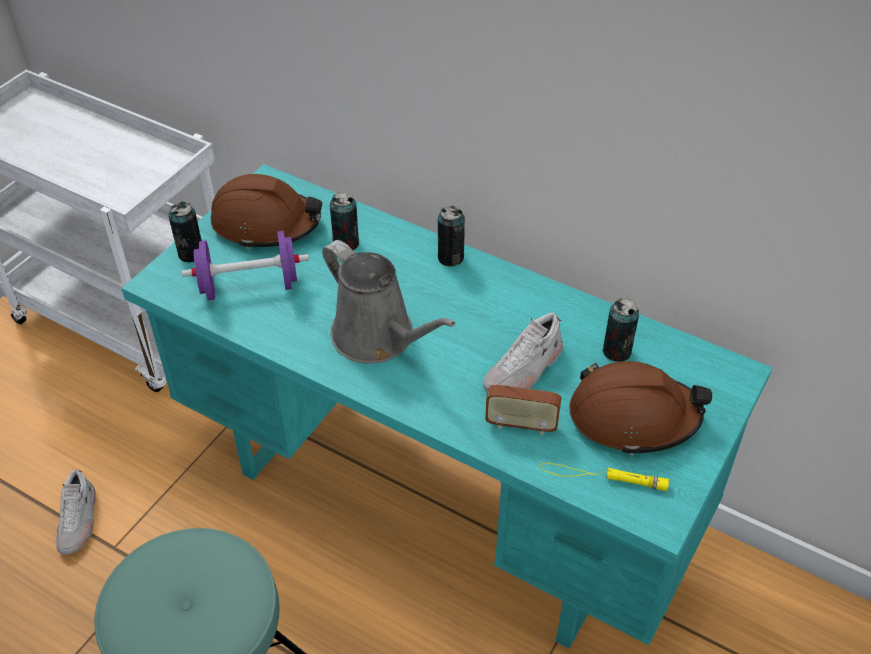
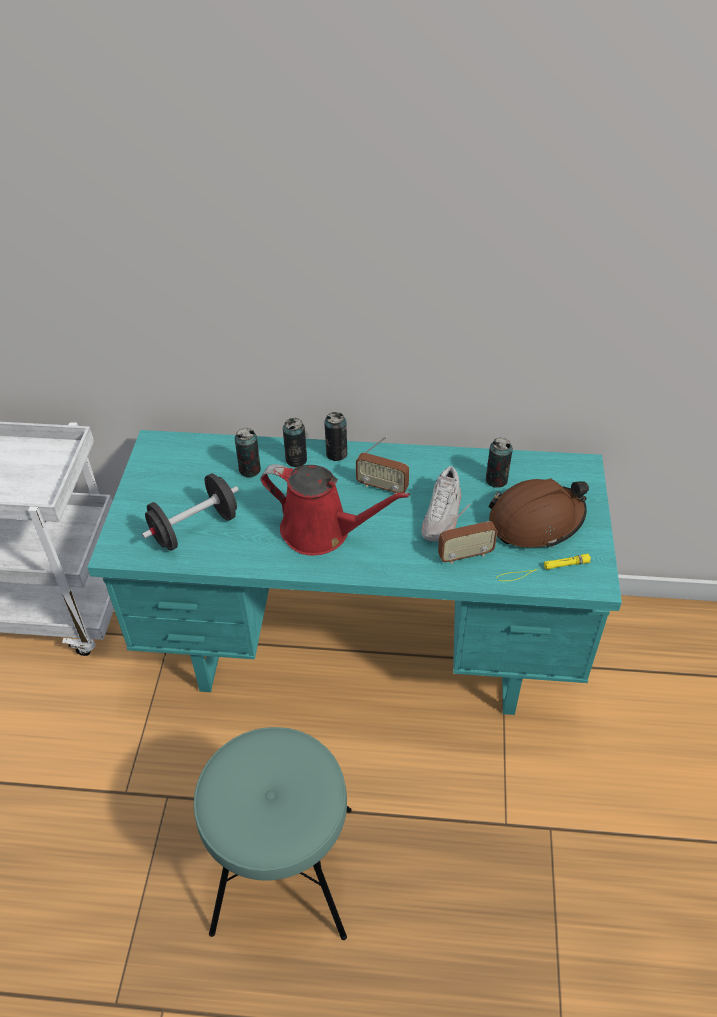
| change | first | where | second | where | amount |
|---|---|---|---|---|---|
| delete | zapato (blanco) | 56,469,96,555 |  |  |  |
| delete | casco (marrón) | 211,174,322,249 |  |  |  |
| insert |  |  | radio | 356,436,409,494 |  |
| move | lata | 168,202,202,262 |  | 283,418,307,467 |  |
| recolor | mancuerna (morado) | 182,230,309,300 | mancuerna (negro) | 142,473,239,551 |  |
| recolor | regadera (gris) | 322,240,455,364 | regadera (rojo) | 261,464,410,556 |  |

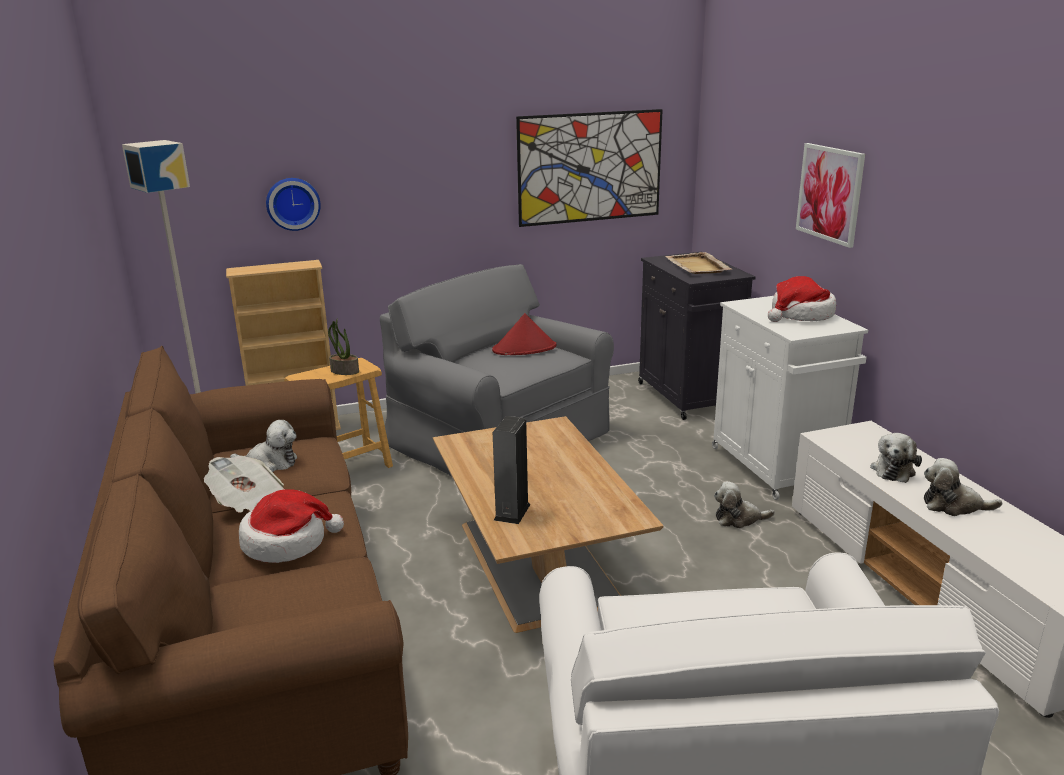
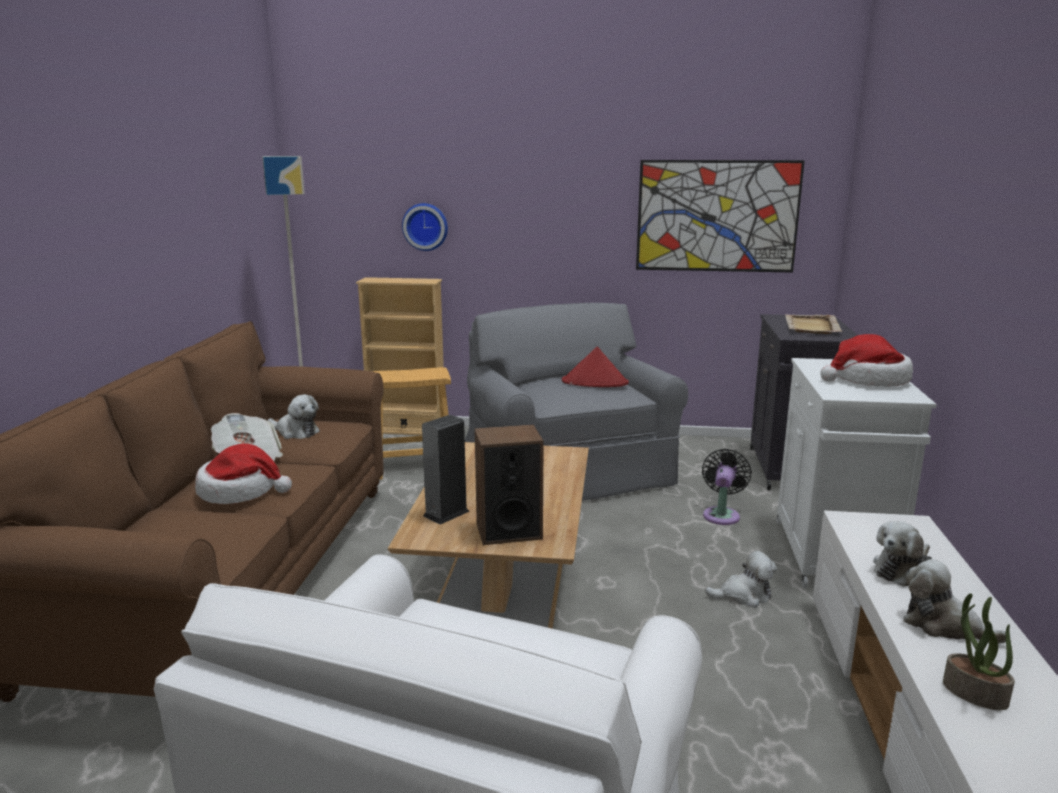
| change | first | where | second | where | amount |
|---|---|---|---|---|---|
| delete | cuadro | 796,143,865,248 |  |  |  |
| insert |  |  | altavoz | 474,424,544,545 |  |
| insert |  |  | ventilador (negro) | 702,449,752,525 |  |
| move | planta en maceta | 328,318,359,375 |  | 943,594,1015,710 |  |
| rotate | peluche | 714,481,775,528 |  | 705,551,777,607 | 150 degrees clockwise |

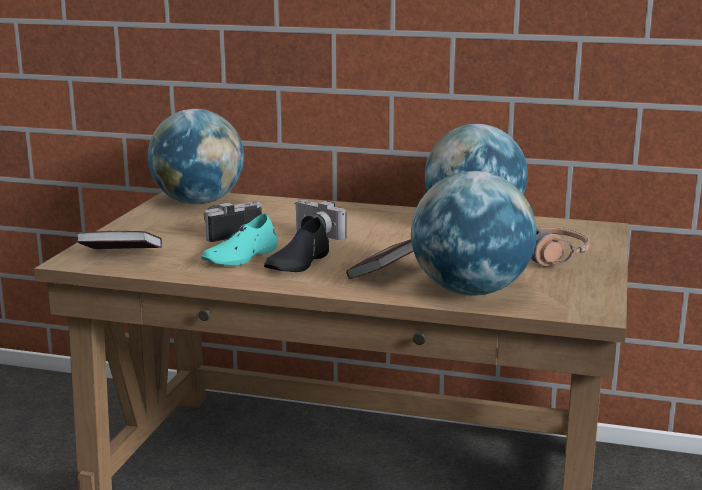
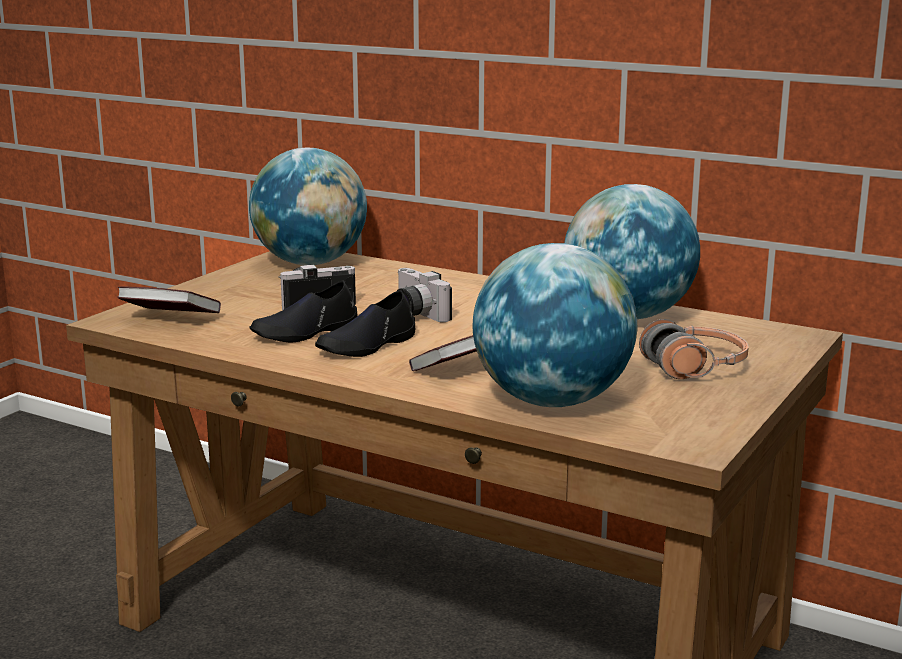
| change | first | where | second | where | amount |
|---|---|---|---|---|---|
| recolor | zapato (turquesa) | 201,213,277,266 | zapato (negro) | 249,281,358,342 |  |

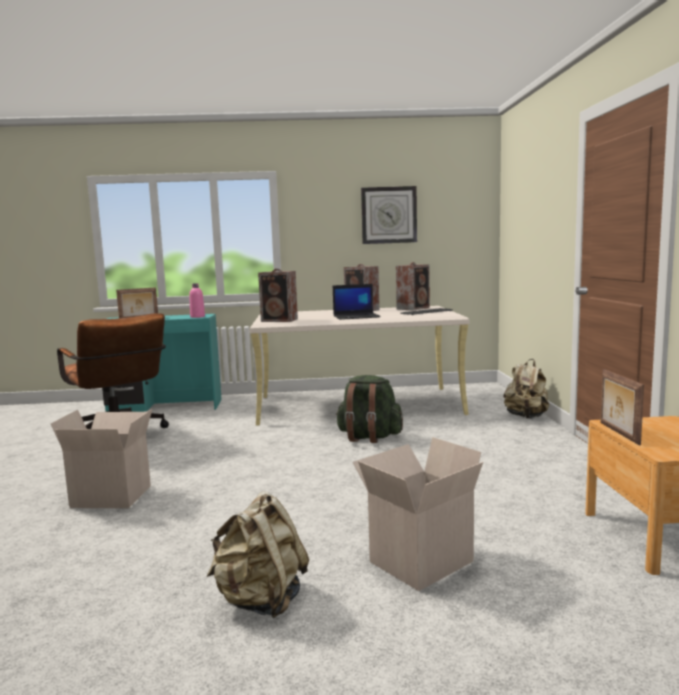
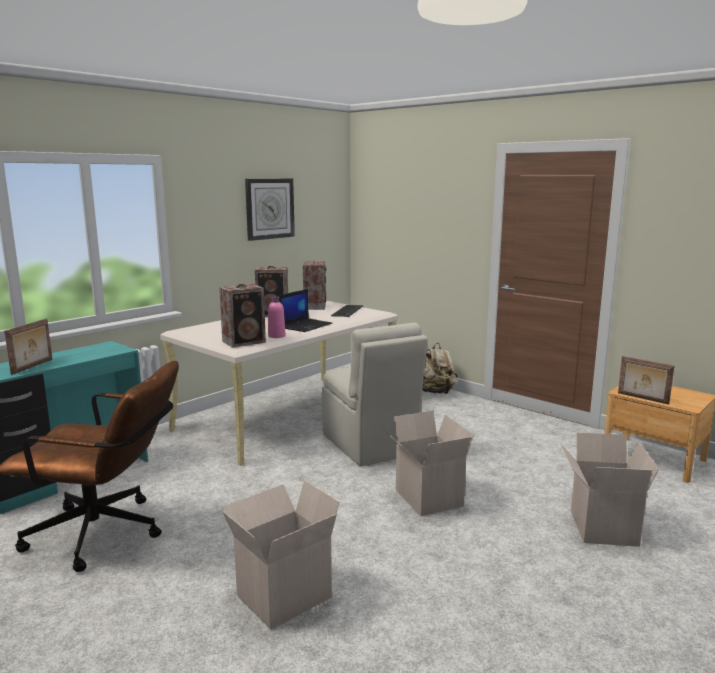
| change | first | where | second | where | amount |
|---|---|---|---|---|---|
| delete | mochila (beis) | 207,491,309,619 |  |  |  |
| insert |  |  | caja de cartón | 383,411,474,516 |  |
| move | botella (rosa) | 189,283,205,318 |  | 268,296,285,338 |  |
| replace | mochila (verde) | 336,375,403,443 | silla (beis) | 322,322,428,467 |  |

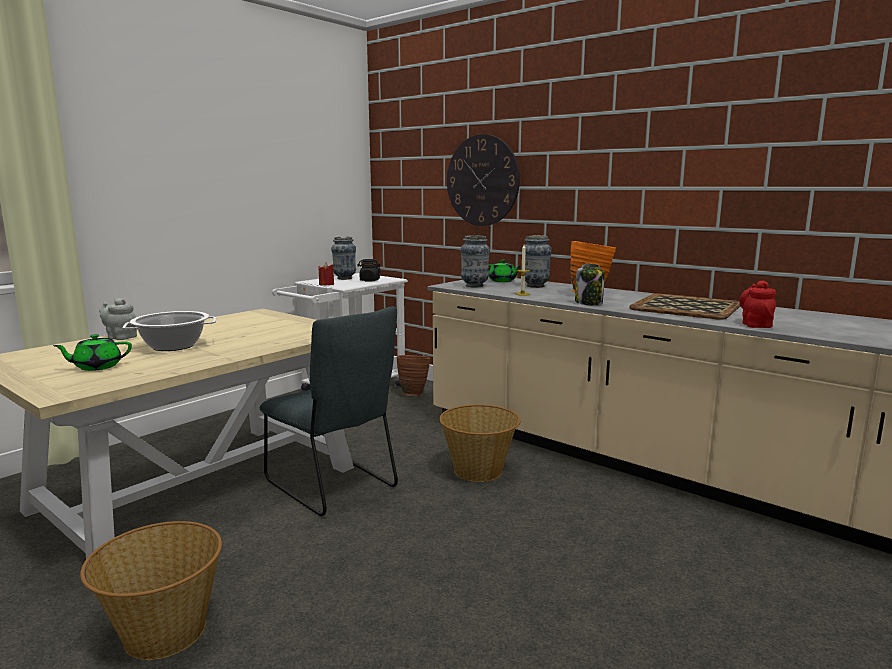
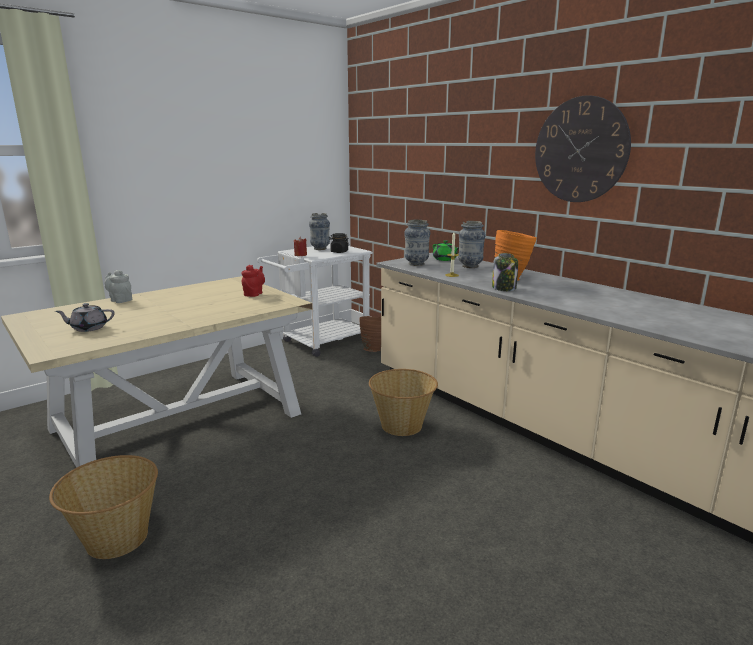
| change | first | where | second | where | amount |
|---|---|---|---|---|---|
| delete | olla | 122,311,216,351 |  |  |  |
| delete | silla (gris) | 260,306,398,516 |  |  |  |
| delete | bandeja | 629,294,740,320 |  |  |  |
| move | reloj de pared | 447,134,520,226 |  | 535,95,631,202 |  |
| move | tetera (rojo) | 739,280,776,328 |  | 241,265,265,297 |  |
| recolor | tetera (verde) | 53,334,132,371 | tetera (gris) | 55,303,115,332 |  |

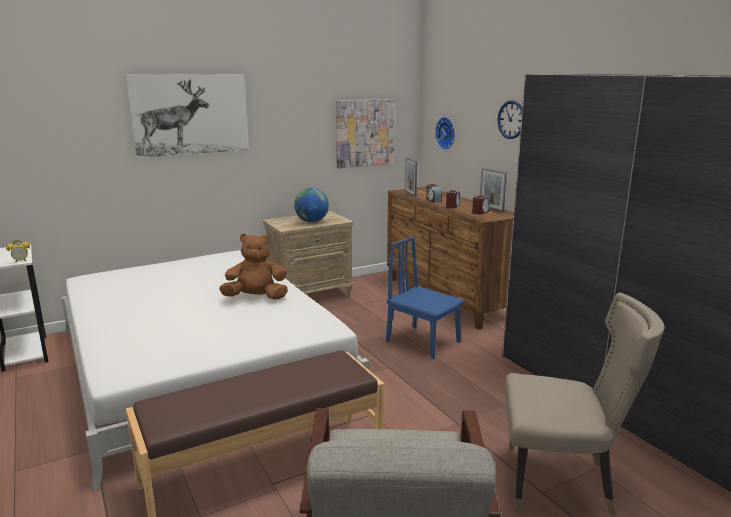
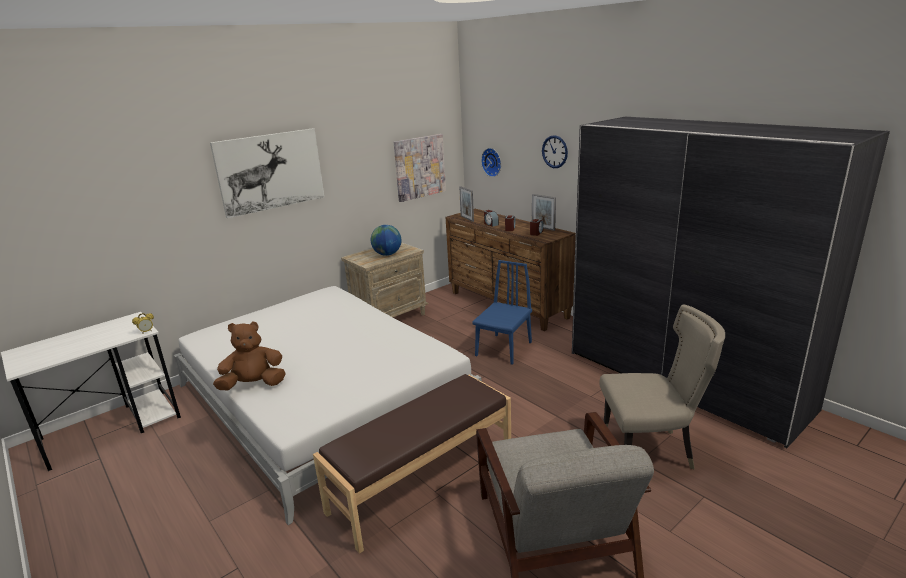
| change | first | where | second | where | amount |
|---|---|---|---|---|---|
| move | peluche (marrón) | 219,233,288,300 |  | 213,321,286,390 |  |
| rotate | silla (azul) | 386,237,464,359 |  | 472,260,532,365 | 90 degrees clockwise |

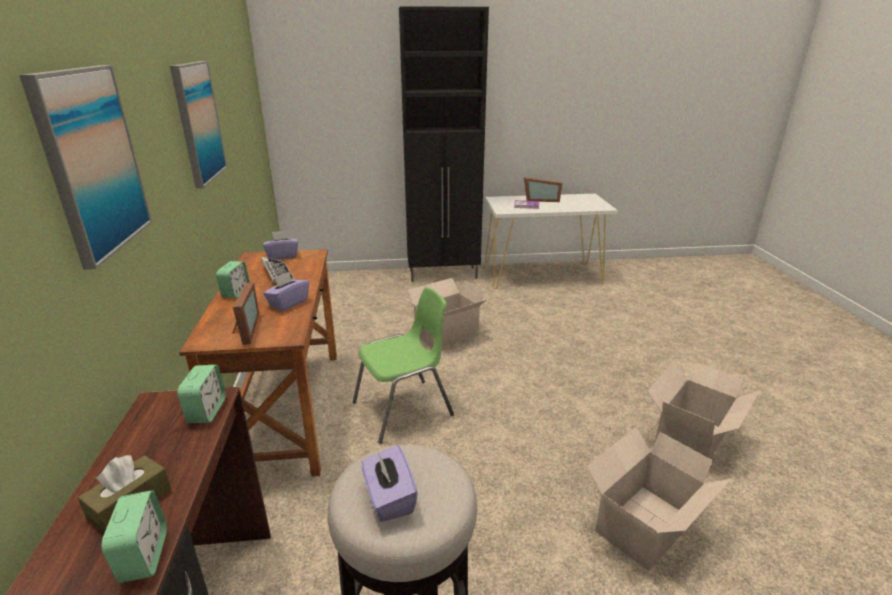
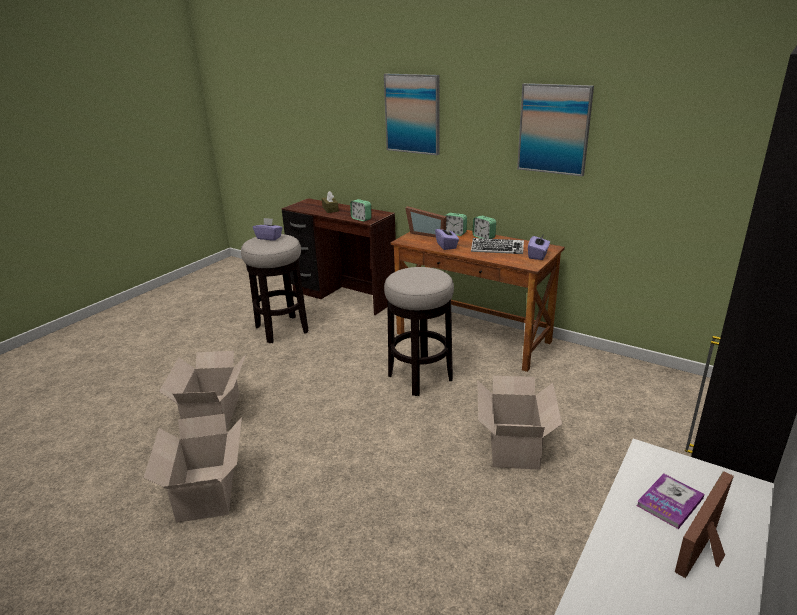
| change | first | where | second | where | amount |
|---|---|---|---|---|---|
| move | despertador | 102,490,167,583 |  | 445,213,467,236 |  |
| replace | silla (verde) | 353,287,454,444 | taburete | 384,267,454,396 |  |

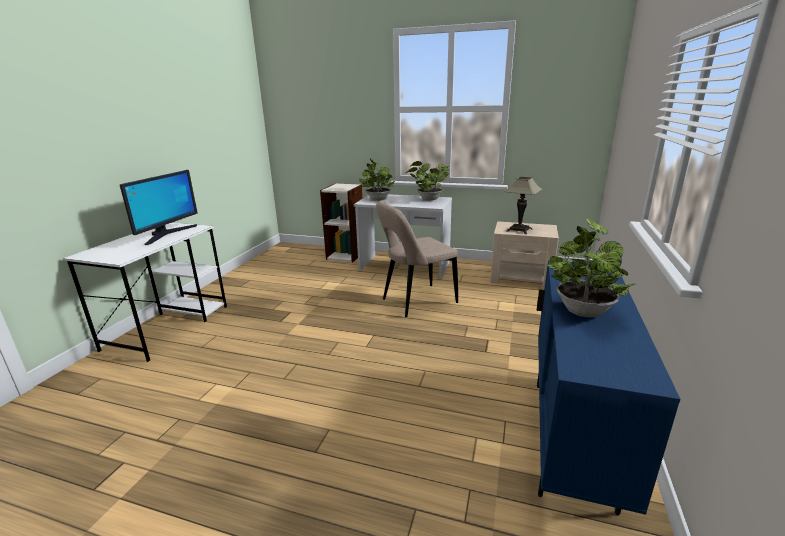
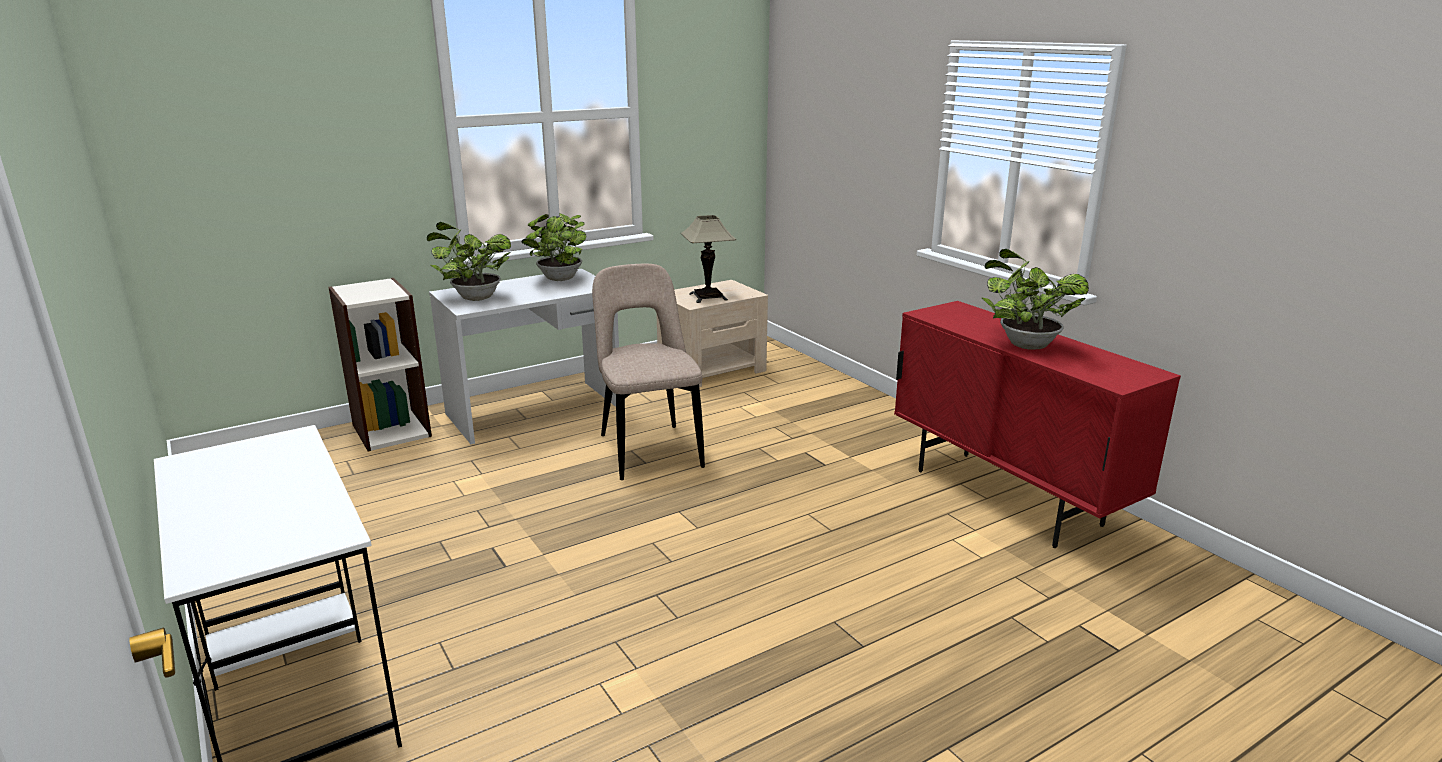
| change | first | where | second | where | amount |
|---|---|---|---|---|---|
| delete | monitor | 120,170,198,245 |  |  |  |
| recolor | armario (azul) | 536,260,680,515 | armario (rojo) | 894,301,1181,548 |  |
| rotate | silla (beis) | 376,202,458,317 |  | 592,264,705,480 | 150 degrees clockwise |

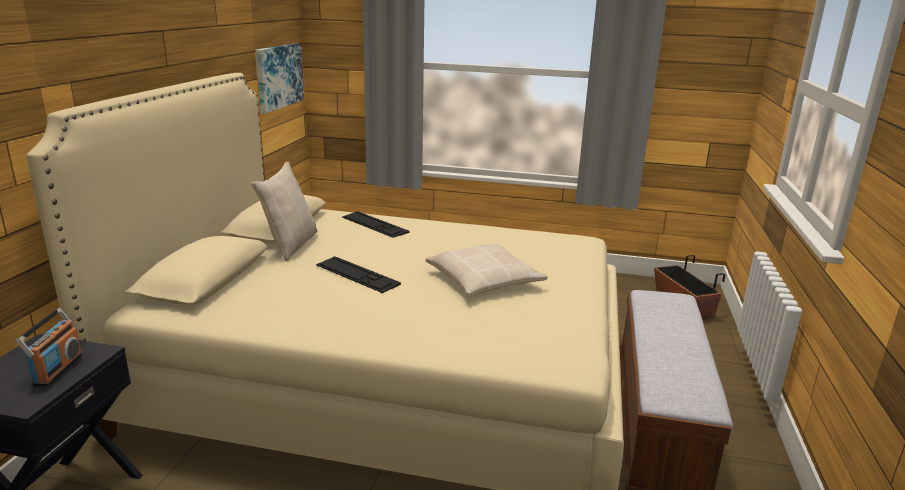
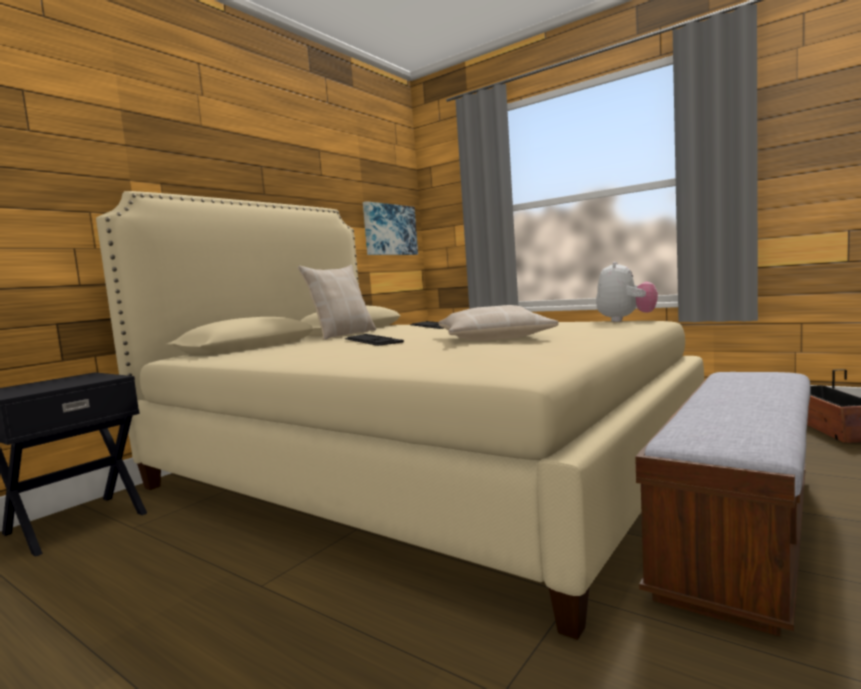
| change | first | where | second | where | amount |
|---|---|---|---|---|---|
| delete | radio | 16,308,83,387 |  |  |  |
| insert |  |  | peluche | 596,262,658,322 |  |

